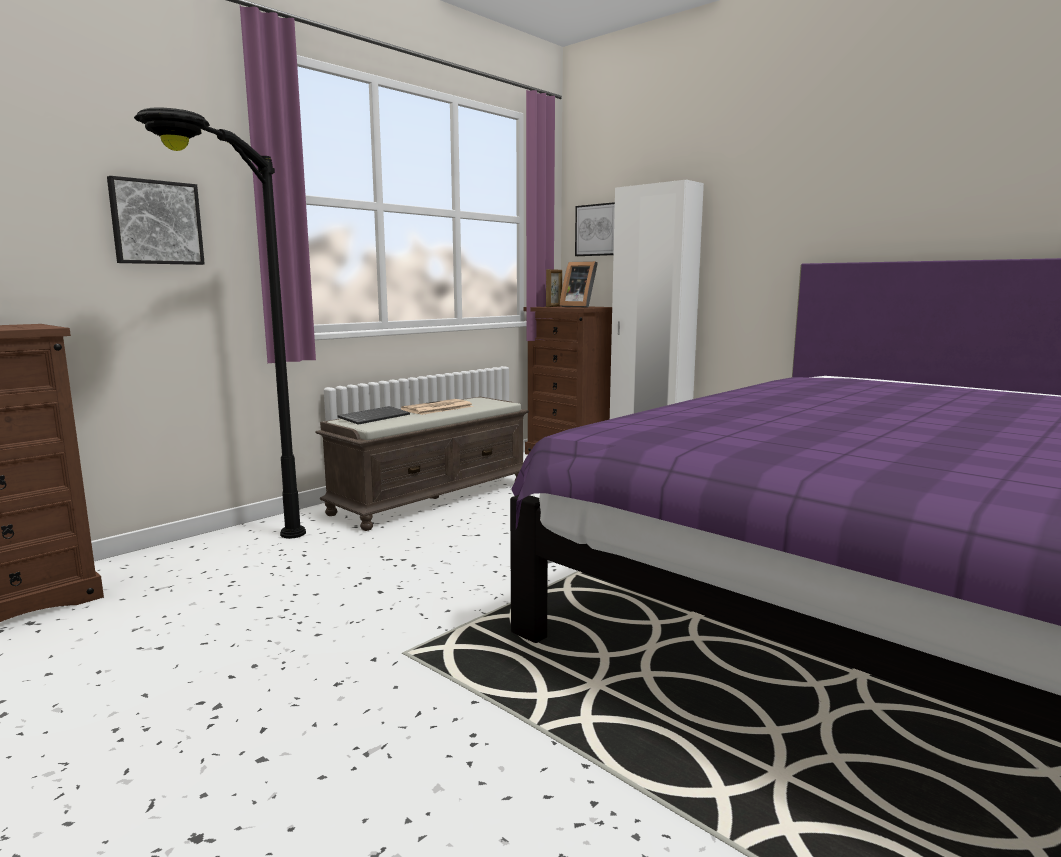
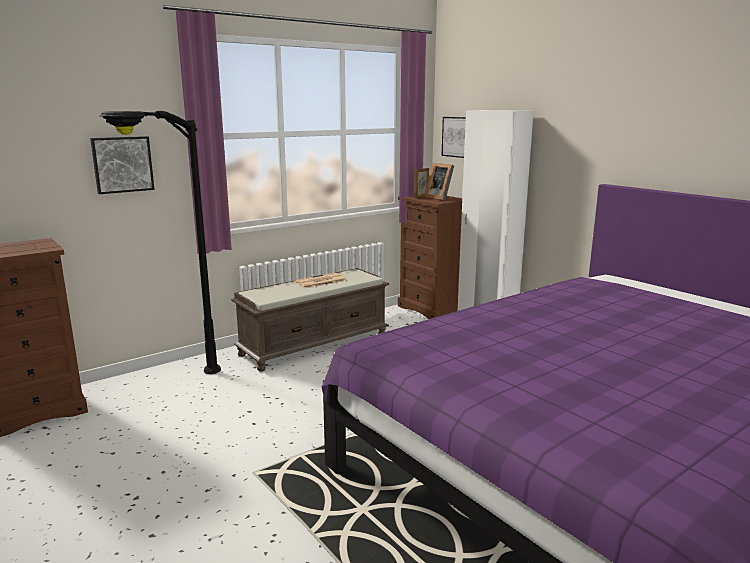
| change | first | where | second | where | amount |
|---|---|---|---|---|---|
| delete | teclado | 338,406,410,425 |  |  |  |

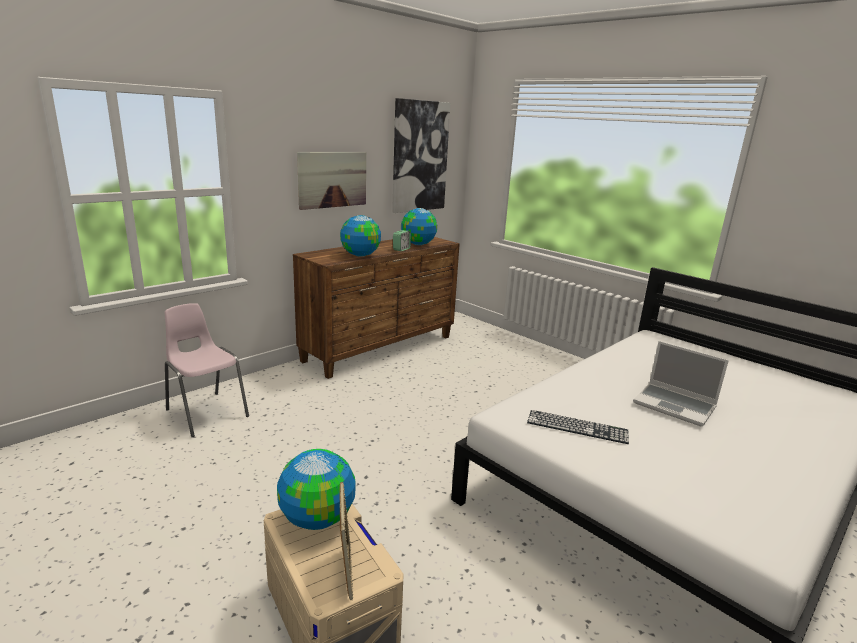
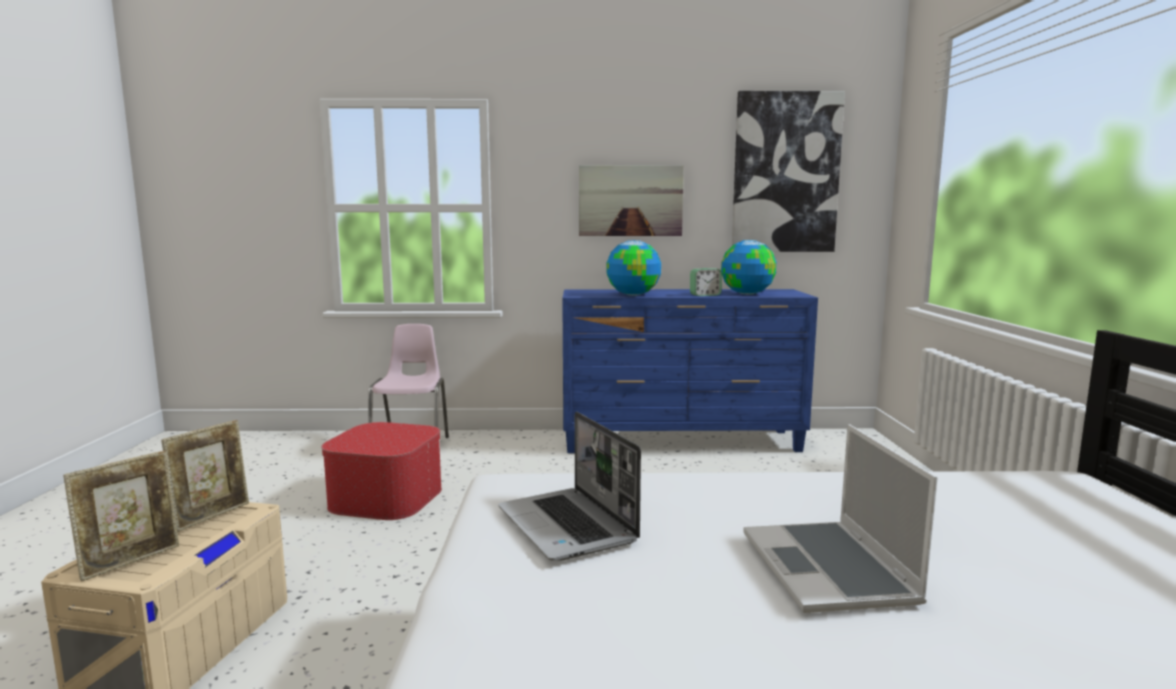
| change | first | where | second | where | amount |
|---|---|---|---|---|---|
| insert |  |  | puf | 321,422,442,520 |  |
| replace | globo terráqueo | 277,449,355,530 | portarretratos | 161,420,249,532 |  |
| replace | teclado | 527,410,629,444 | portátil | 498,412,641,561 |  |
| recolor | cómoda (marrón) | 293,237,460,379 | cómoda (azul) | 562,289,818,453 |  |

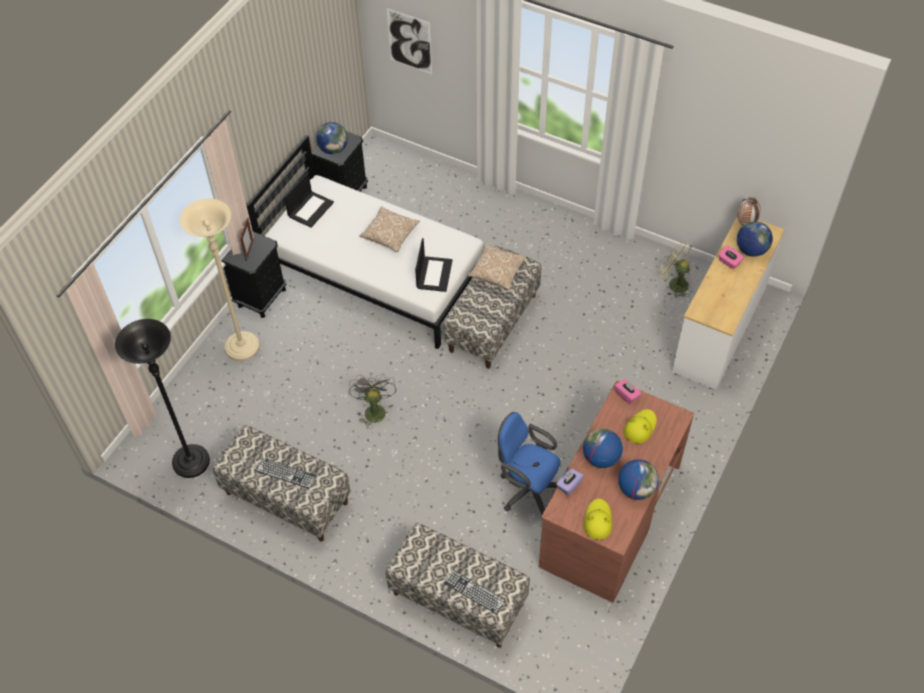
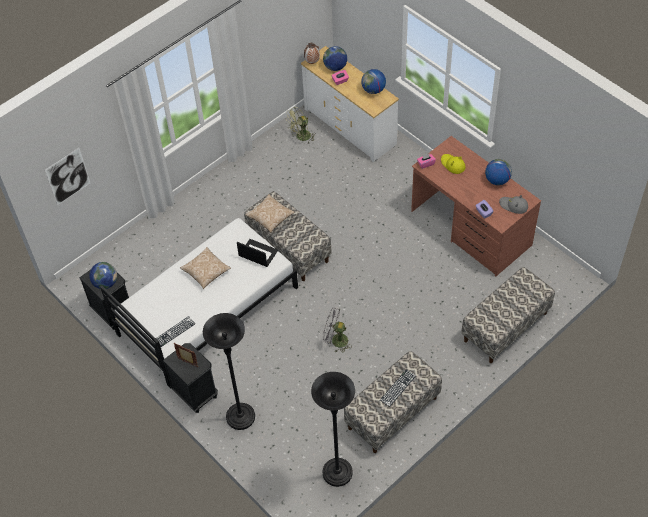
| change | first | where | second | where | amount |
|---|---|---|---|---|---|
| delete | portátil | 284,172,334,228 |  |  |  |
| delete | silla de oficina (azul) | 498,412,561,515 |  |  |  |
| move | teclado | 444,570,506,614 |  | 156,316,195,347 |  |
| move | globo terráqueo | 583,428,623,468 |  | 361,69,386,94 |  |
| recolor | lámpara de pie (beis) | 180,199,260,361 | lámpara de pie (negro) | 203,313,255,430 |  |
| recolor | sombrero (amarillo) | 584,499,612,540 | sombrero (gris) | 499,195,528,214 |  |

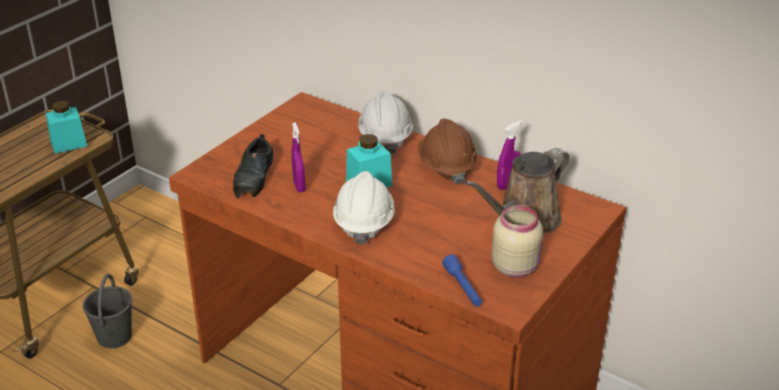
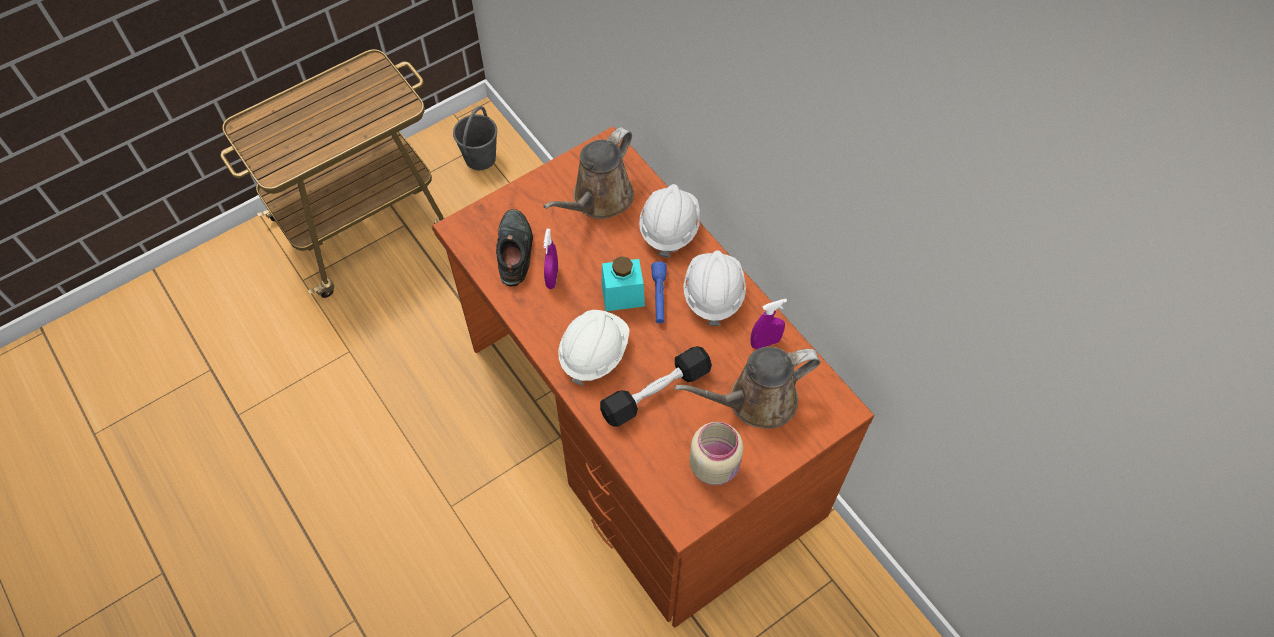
| change | first | where | second | where | amount |
|---|---|---|---|---|---|
| delete | tarro (turquesa) | 46,101,87,153 |  |  |  |
| insert |  |  | regadera (marrón) | 543,127,634,219 |  |
| insert |  |  | mancuerna (negro) | 600,346,712,427 |  |
| move | cubo (gris) | 82,274,132,348 |  | 453,106,497,170 |  |
| move | linterna (azul) | 442,254,482,307 |  | 651,261,667,323 |  |
| recolor | casco (marrón) | 418,119,477,185 | casco (blanco) | 683,250,746,326 |  |
| rotate | zapato (negro) | 233,134,274,199 |  | 496,209,533,286 | 150 degrees clockwise |

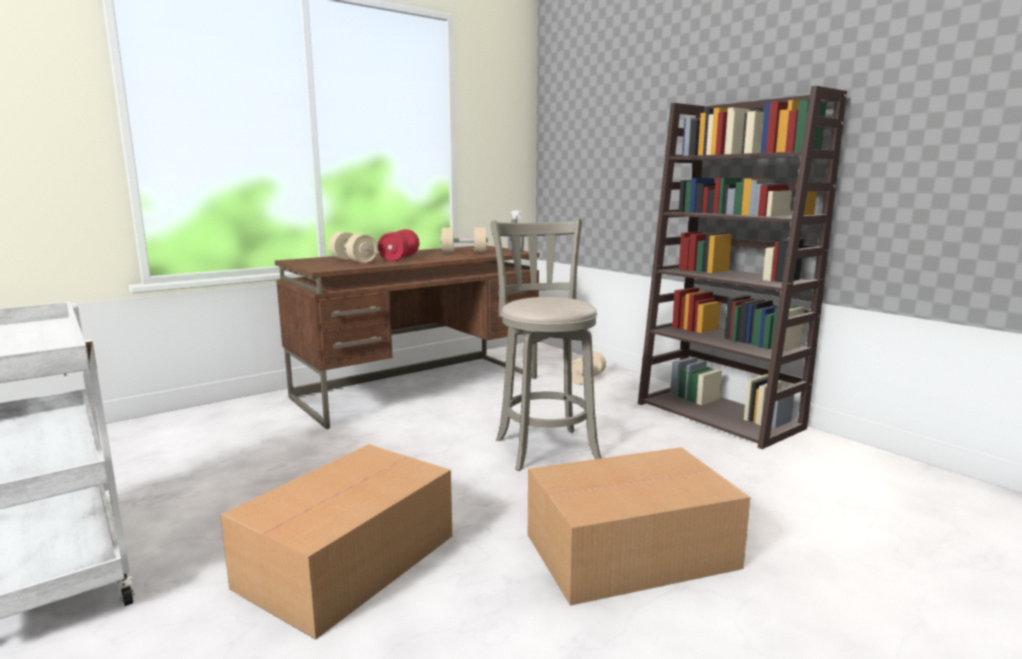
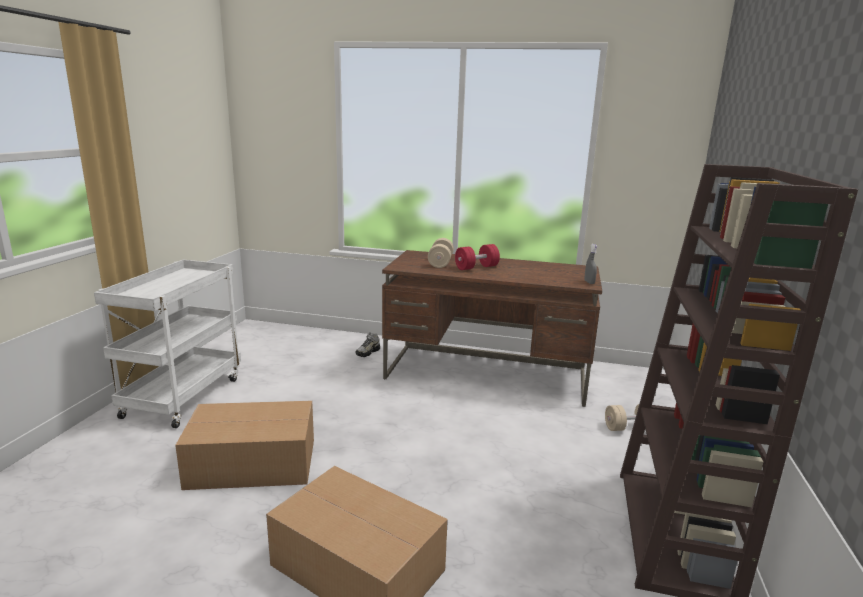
| change | first | where | second | where | amount |
|---|---|---|---|---|---|
| delete | mancuerna (beis) | 440,227,488,253 |  |  |  |
| delete | taburete (gris) | 490,219,602,471 |  |  |  |
| insert |  |  | zapato | 356,332,380,357 |  |

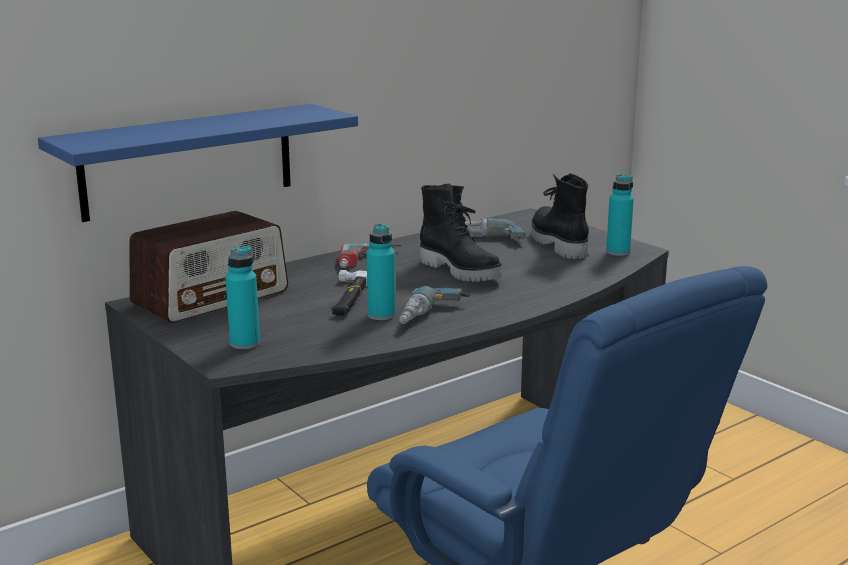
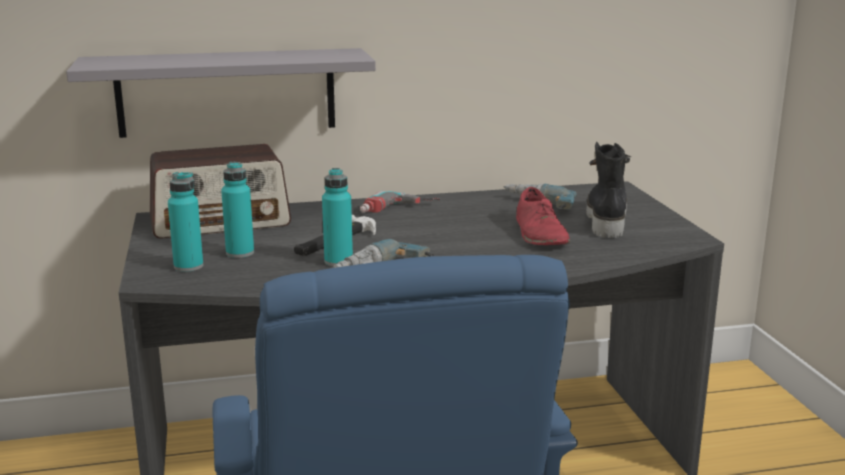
| change | first | where | second | where | amount |
|---|---|---|---|---|---|
| delete | bota (negro) | 420,184,502,282 |  |  |  |
| insert |  |  | zapato (rojo) | 516,187,570,245 |  |
| move | botella (turquesa) | 606,174,634,256 |  | 221,161,254,258 |  |
| recolor | estante (azul) | 38,104,358,222 | estante (gris) | 66,48,376,138 |  |

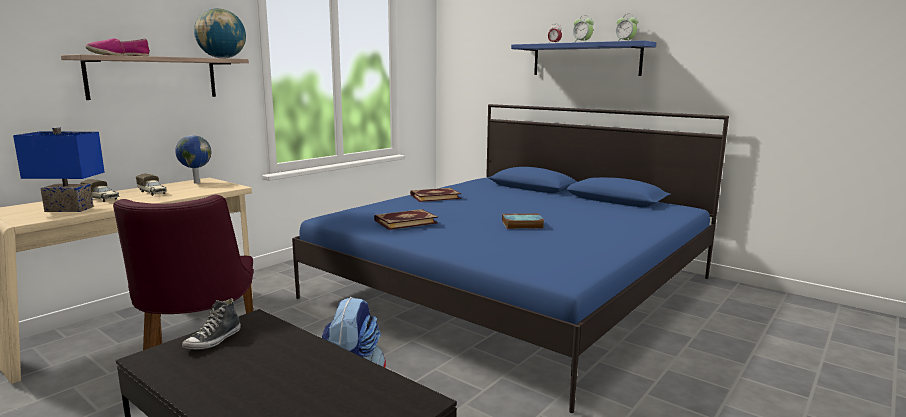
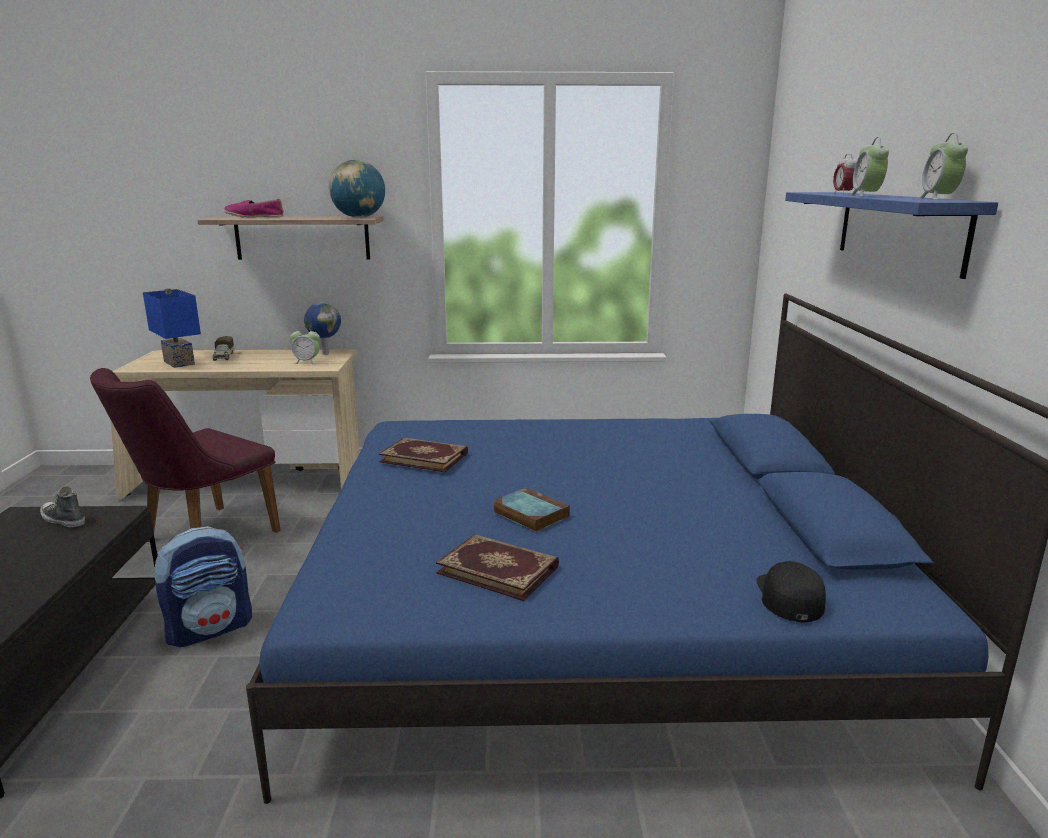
| change | first | where | second | where | amount |
|---|---|---|---|---|---|
| delete | camión de juguete | 136,174,167,196 |  |  |  |
| insert |  |  | despertador | 290,326,320,364 |  |
| insert |  |  | gorra (negro) | 756,561,826,623 |  |
| move | libro | 410,188,461,202 |  | 436,534,559,601 |  |
| rotate | zapato | 182,298,241,350 |  | 40,487,85,527 | 45 degrees clockwise |

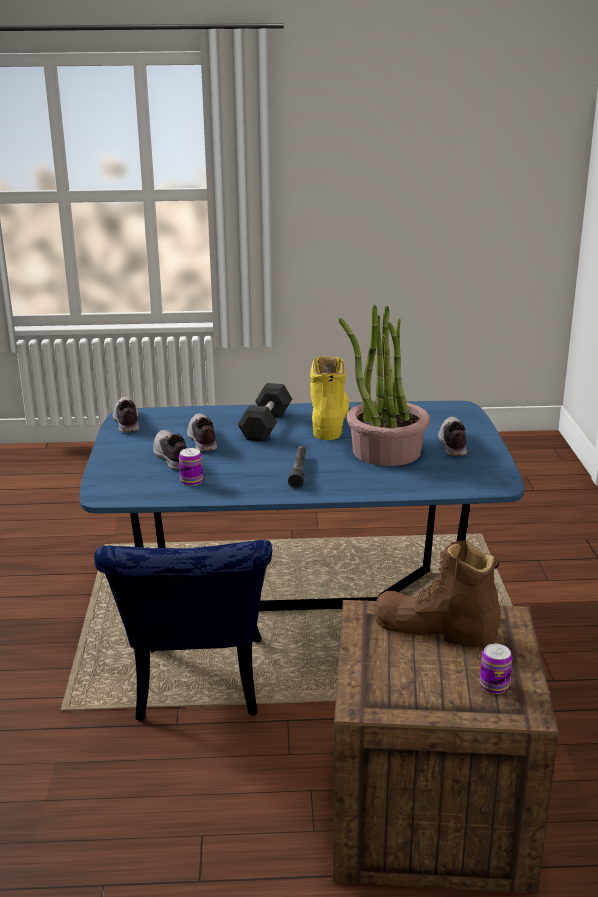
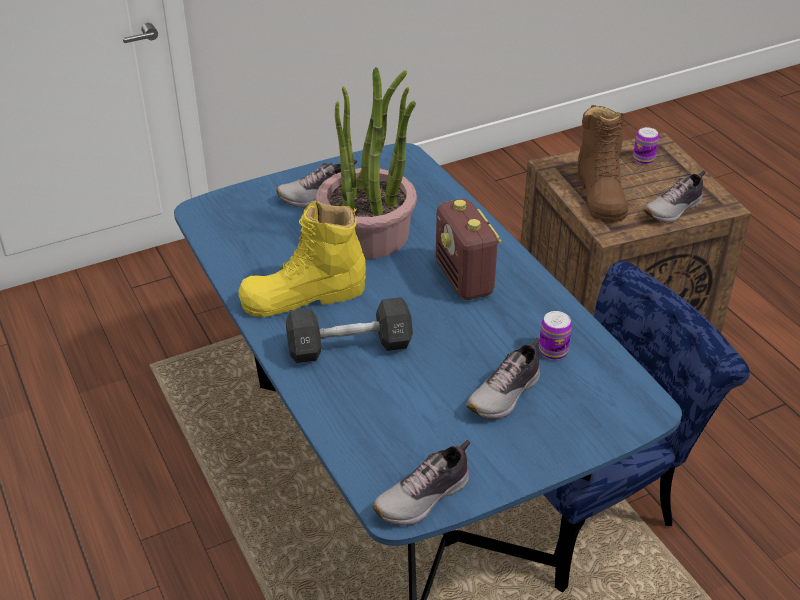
| change | first | where | second | where | amount |
|---|---|---|---|---|---|
| move | zapato | 187,413,217,451 |  | 644,170,706,223 |  |
| replace | linterna (gris) | 288,446,306,488 | radio | 436,198,502,300 |  |

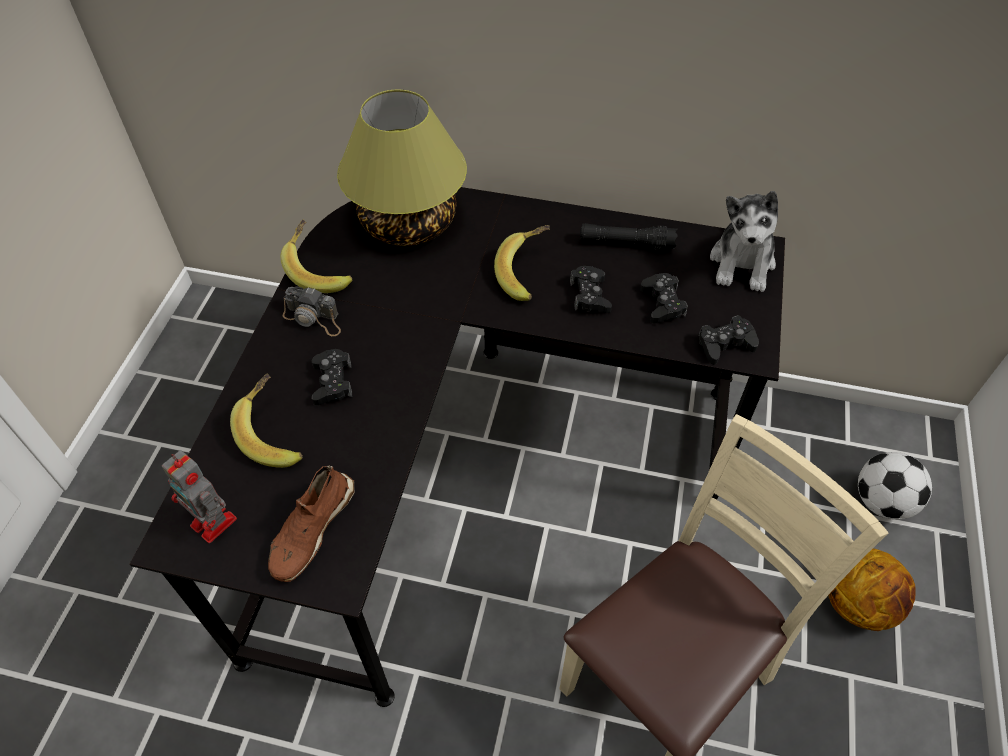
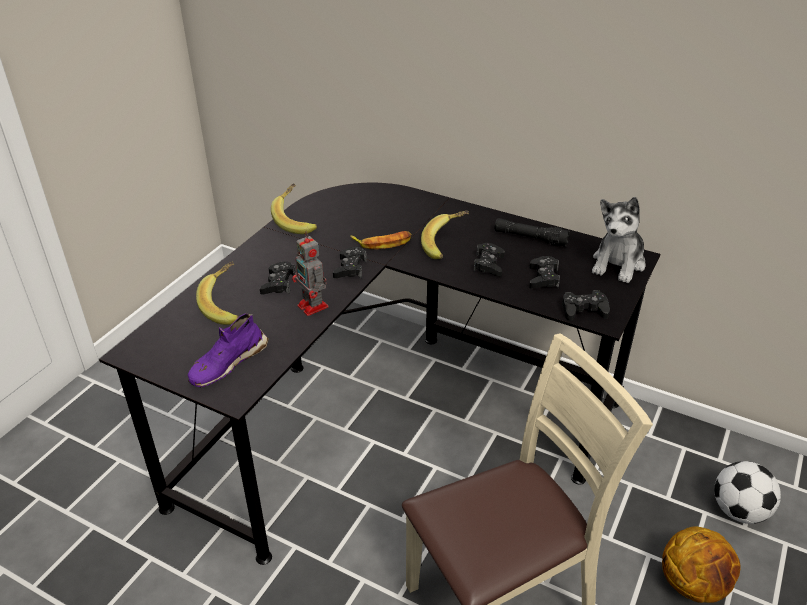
| change | first | where | second | where | amount |
|---|---|---|---|---|---|
| delete | cámara | 283,286,341,336 |  |  |  |
| delete | lámpara de mesa | 337,90,467,246 |  |  |  |
| insert |  |  | mando de consola (negro) | 333,247,367,278 |  |
| insert |  |  | plátano | 350,231,411,250 |  |
| move | robot de juguete | 162,450,237,544 |  | 292,232,329,316 |  |
| recolor | zapato (marrón) | 268,466,355,582 | zapato (morado) | 188,313,269,387 |  |

